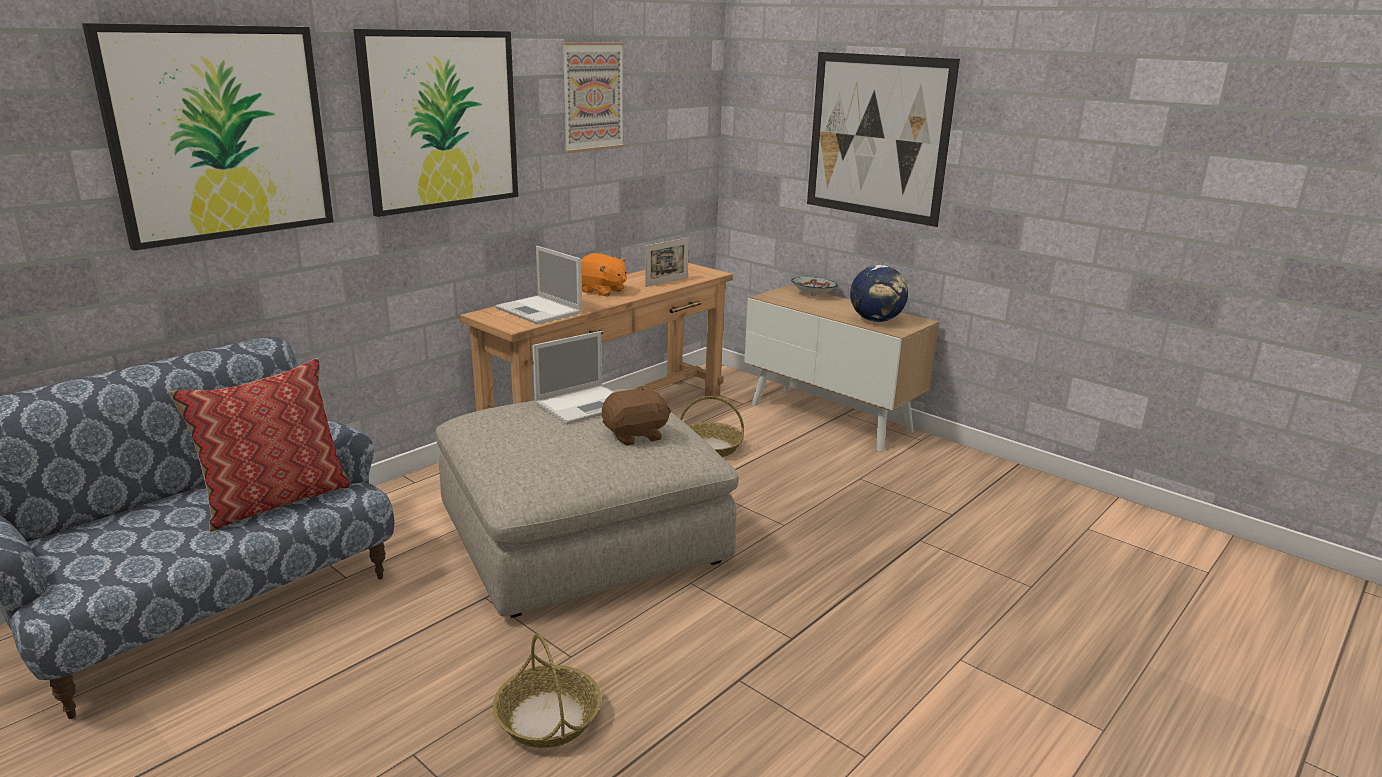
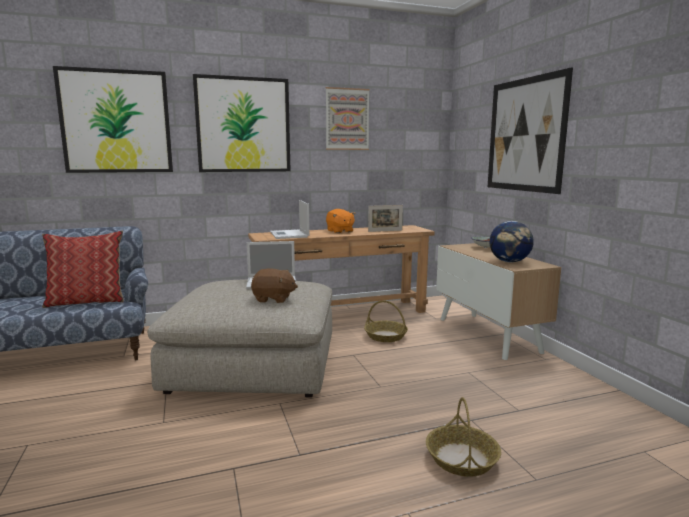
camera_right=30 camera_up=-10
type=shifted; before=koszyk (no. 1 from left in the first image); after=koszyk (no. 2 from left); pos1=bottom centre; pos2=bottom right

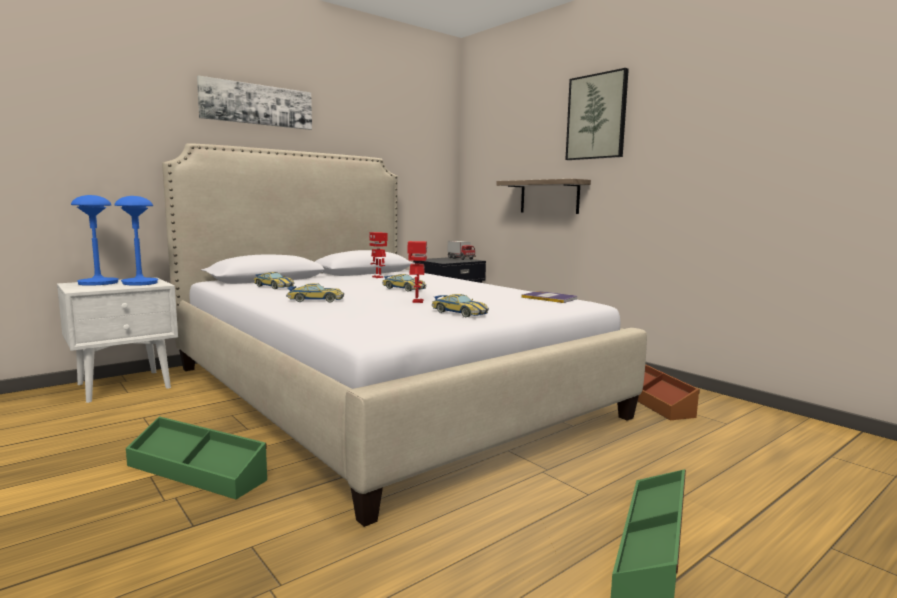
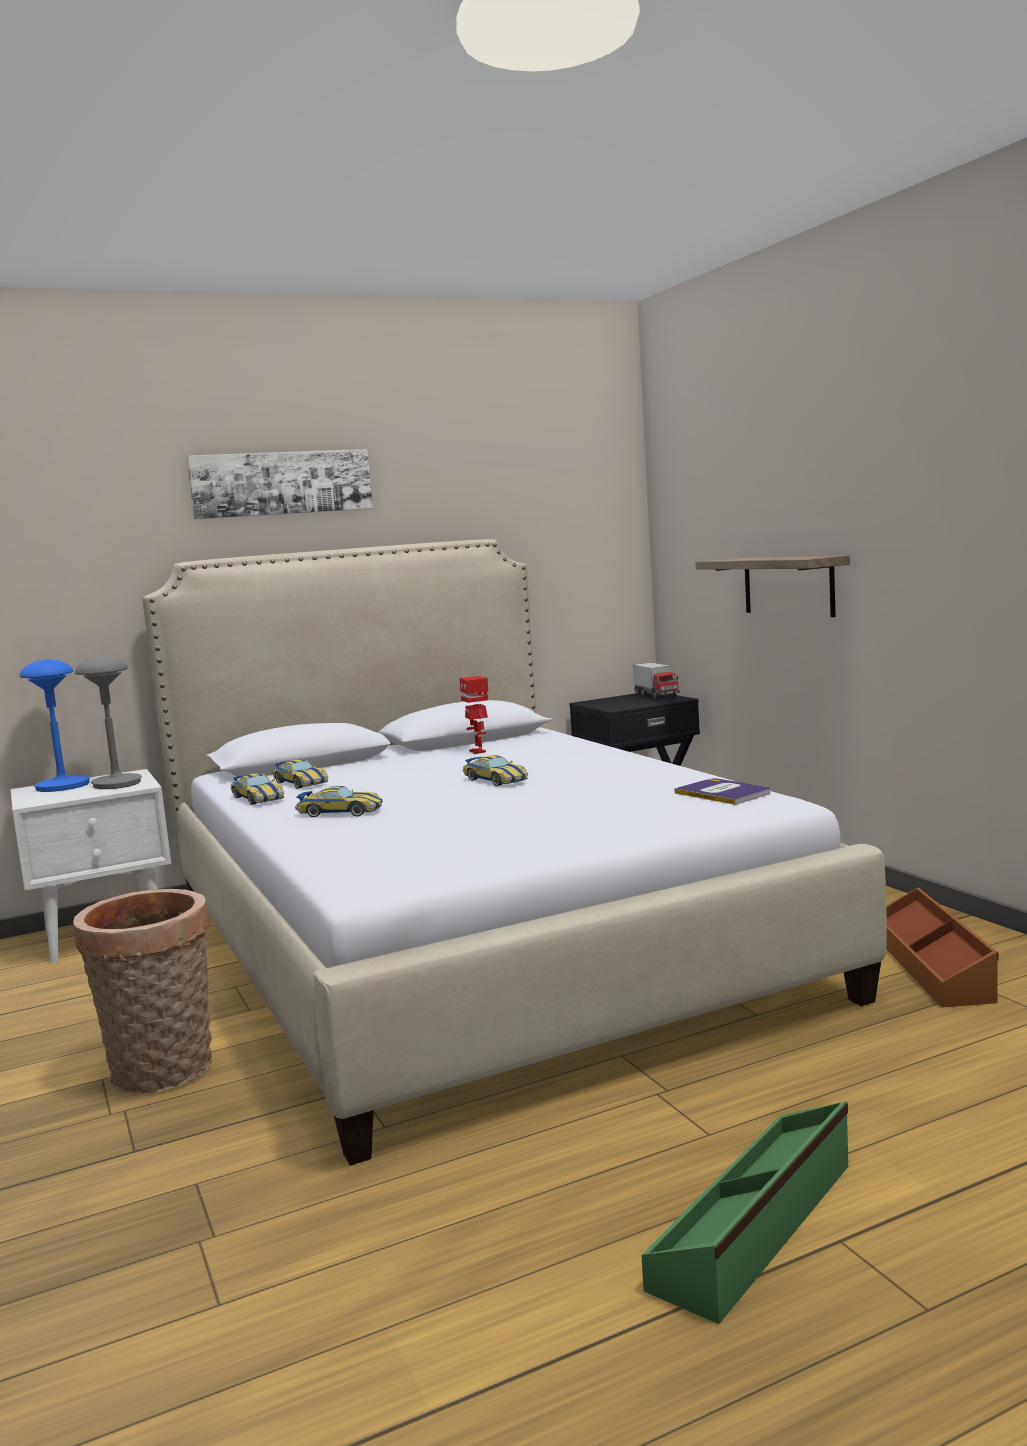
camera_right=15 camera_up=0
type=repainted; before=lampa stołowa [niebieski] (no. 2 from left); after=lampa stołowa [szary]; pos1=middle left; pos2=middle left
type=swapped; before=pojemnik do przechowywania [zielony] (no. 1 from left); after=koszyk; pos1=bottom left; pos2=bottom left
type=gone; before=robot zabawkowy (no. 2 from left); pos1=centre
type=shifted; before=samochodzik (no. 4 from left in the first image); after=samochodzik (no. 1 from left); pos1=centre; pos2=middle left
type=gone; before=obraz (no. 2 from left); pos1=top centre

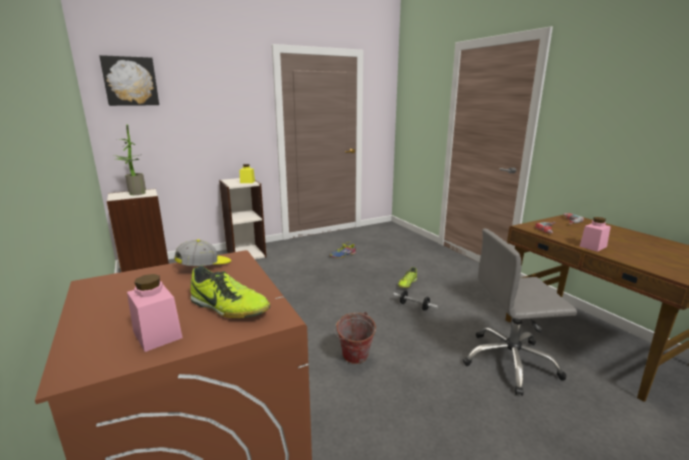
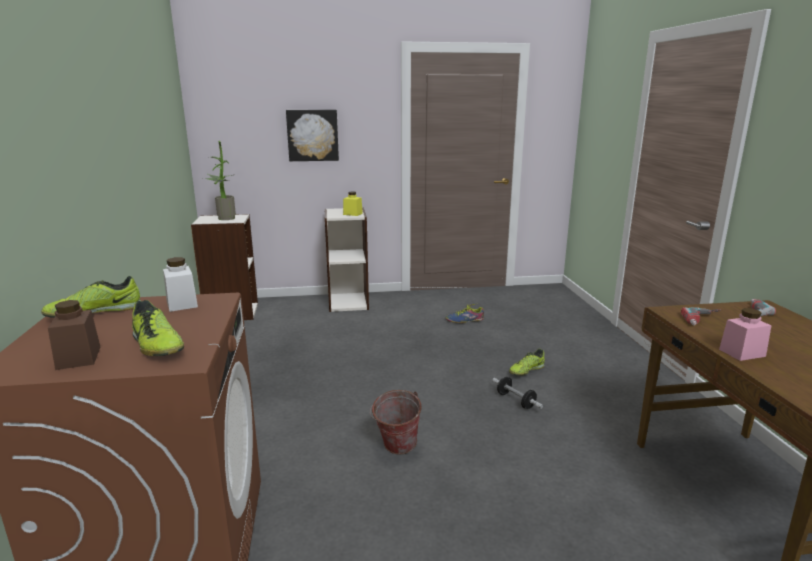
camera_right=20 camera_up=0
type=shifted; before=obraz; pos1=top left; pos2=top centre
type=repainted; before=słoik [różowy] (no. 1 from left); after=słoik [brązowy]; pos1=bottom left; pos2=middle left
type=swapped; before=czapka z daszkiem; after=słoik [biały]; pos1=middle left; pos2=middle left
type=gone; before=krzesło biurowe [szary]; pos1=bottom right
type=new; after=but (no. 1 from left); pos2=middle left

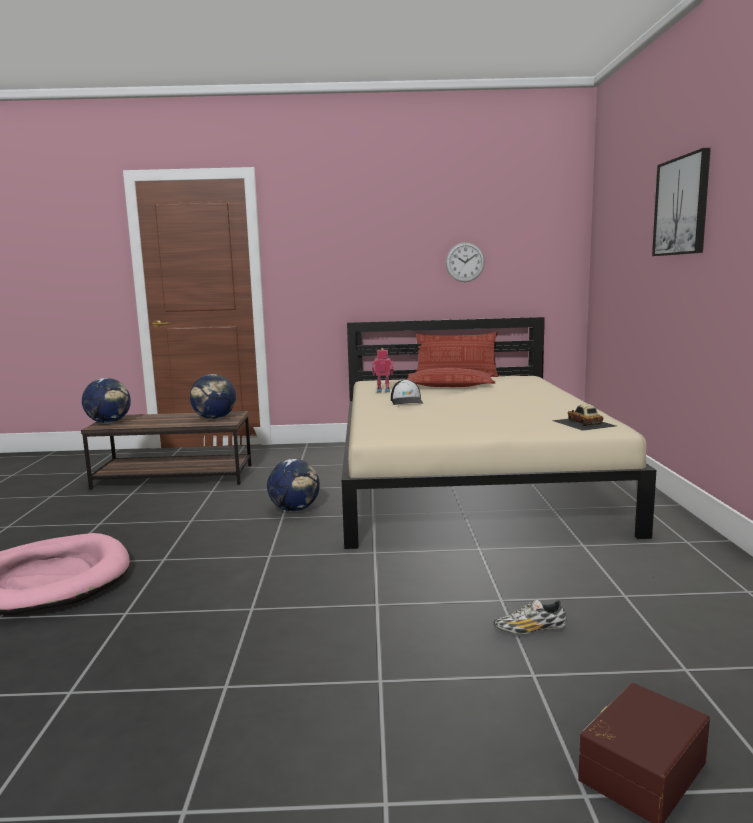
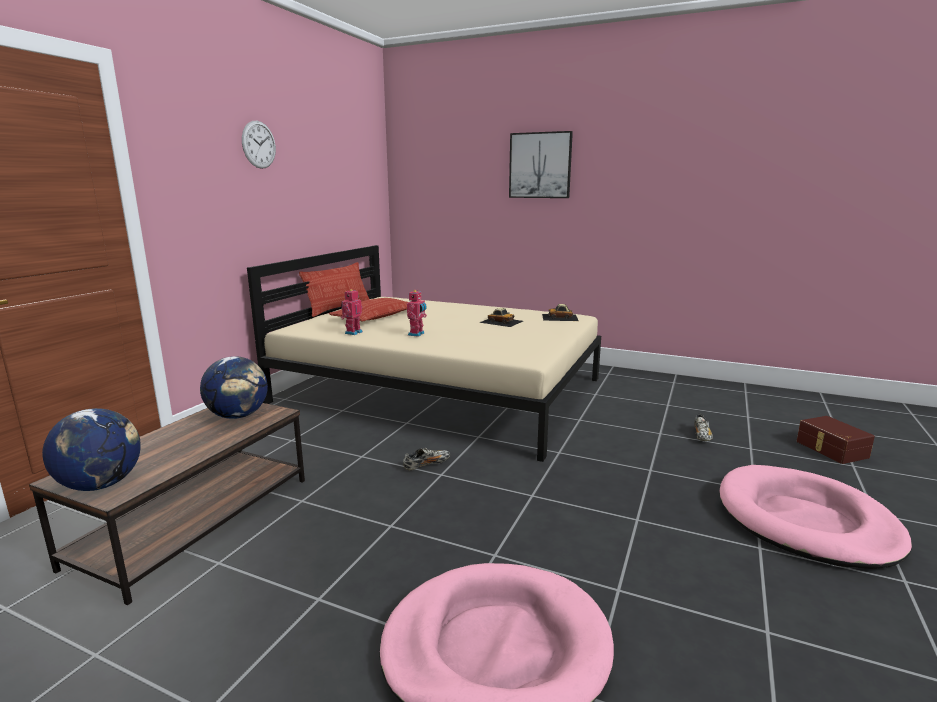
camera_right=-65 camera_up=5
type=swapped; before=globus (no. 3 from left); after=but (no. 1 from left); pos1=centre; pos2=centre
type=swapped; before=czapka z daszkiem; after=robot zabawkowy (no. 2 from left); pos1=centre; pos2=centre
type=shifted; before=zegar ścienny; pos1=top centre; pos2=top left
type=new; after=samochodzik (no. 1 from left); pos2=centre
type=new; after=legowisko [różowy] (no. 2 from left); pos2=bottom right

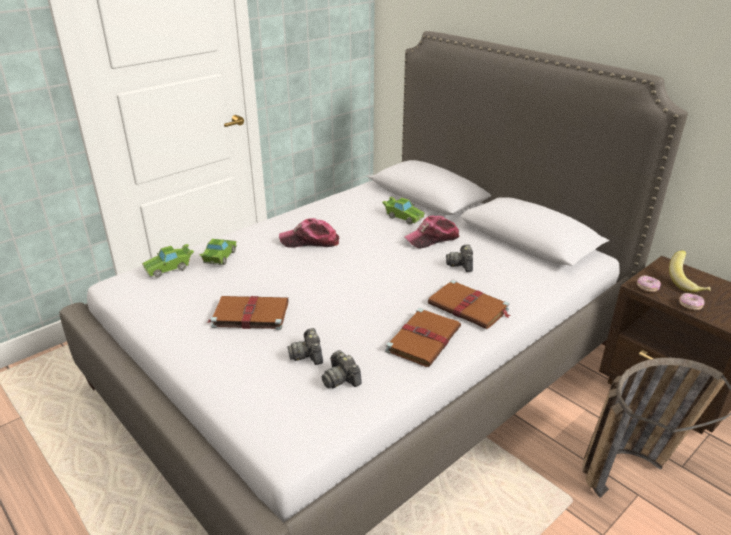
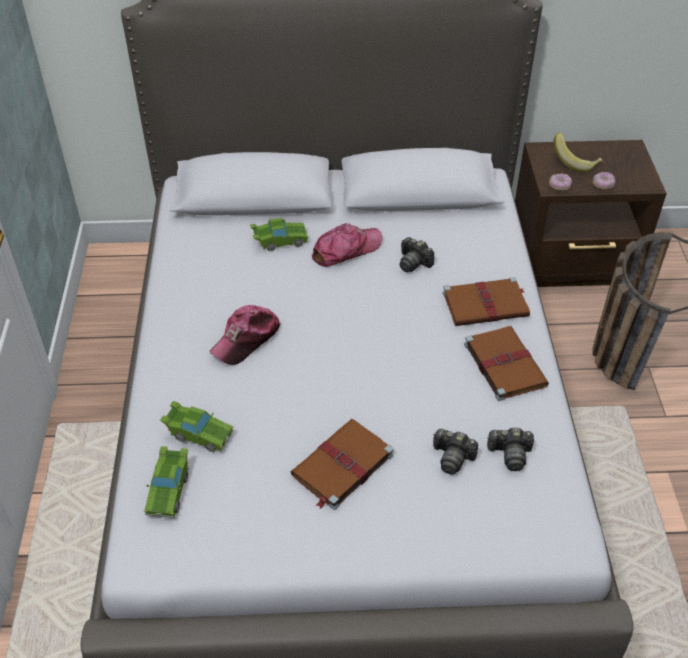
camera_right=-50 camera_up=15
type=rotated; before=samochodzik [zielony] (no. 2 from left); pos1=middle left; pos2=middle left; turn=150
type=rotated; before=czapka z daszkiem (no. 2 from left); pos1=centre; pos2=centre; turn=-135

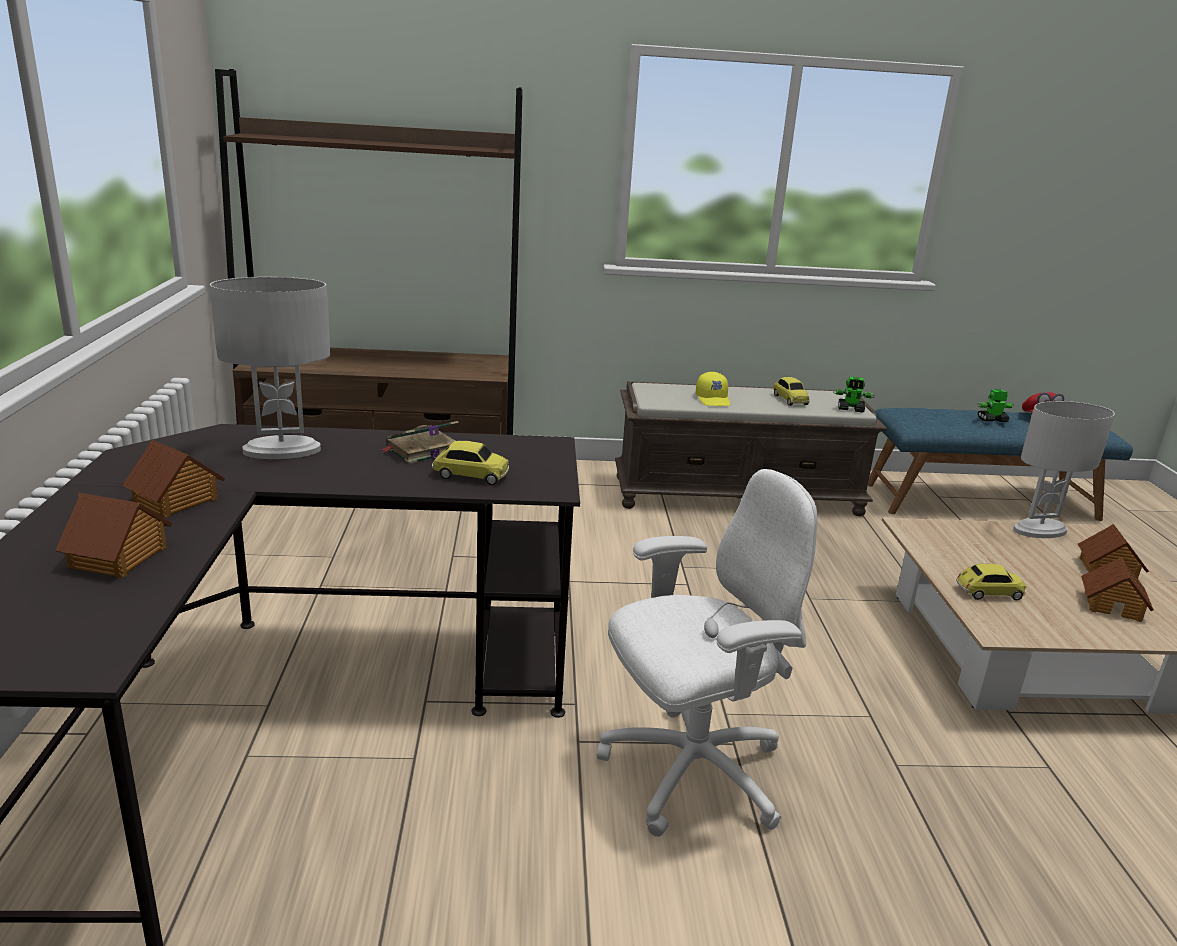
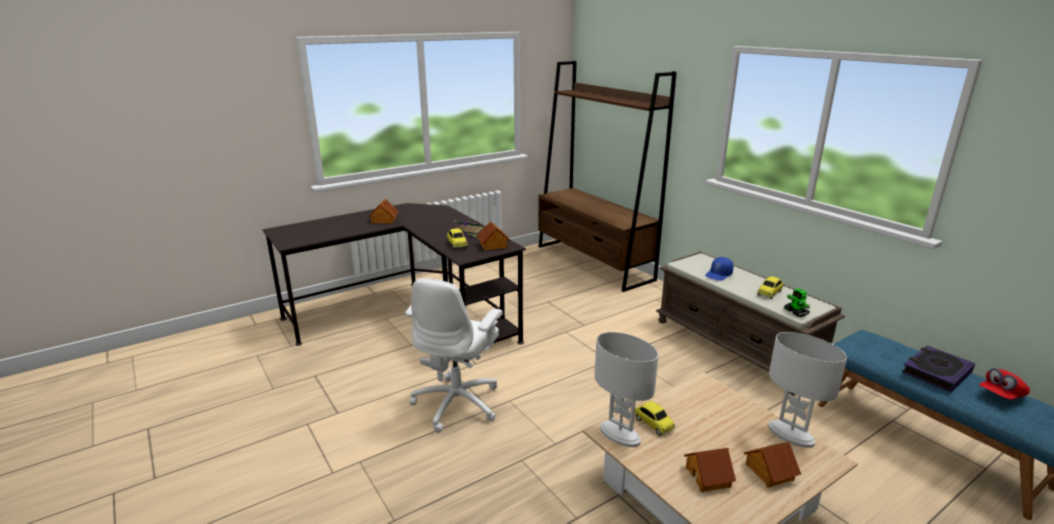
camera_right=60 camera_up=0
type=shifted; before=domek (no. 1 from left in the first image); after=domek (no. 2 from left); pos1=middle left; pos2=centre
type=shifted; before=lampa stołowa [biały] (no. 1 from left); pos1=middle left; pos2=bottom centre
type=rotated; before=krzesło biurowe [biały]; pos1=bottom centre; pos2=bottom centre; turn=75
type=repainted; before=czapka z daszkiem [żółty]; after=czapka z daszkiem [niebieski]; pos1=centre; pos2=middle right
type=swapped; before=robot zabawkowy (no. 2 from left); after=książka (no. 2 from left); pos1=middle right; pos2=bottom right

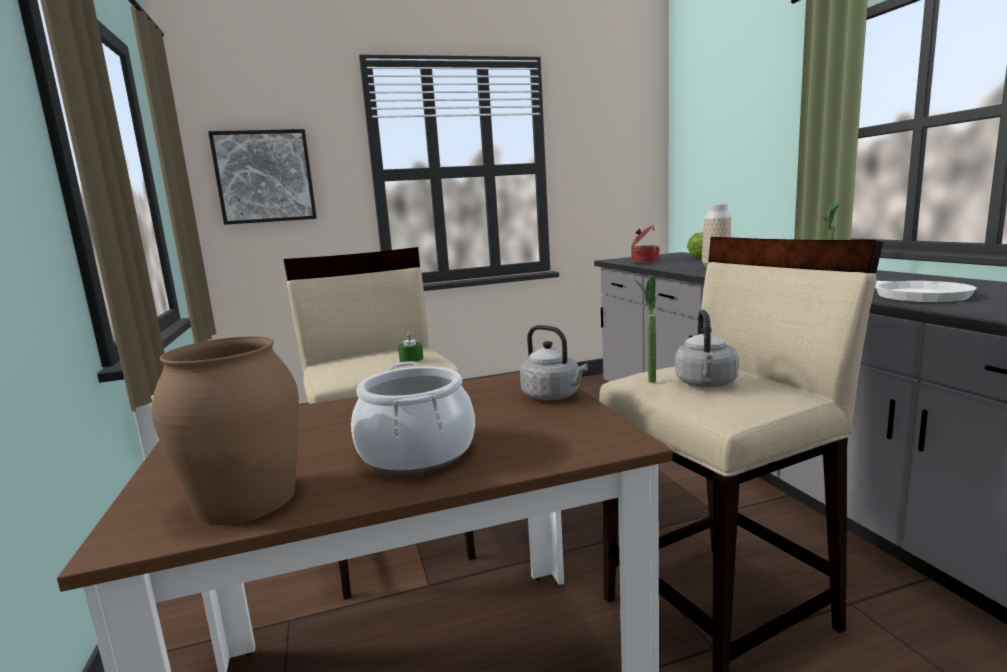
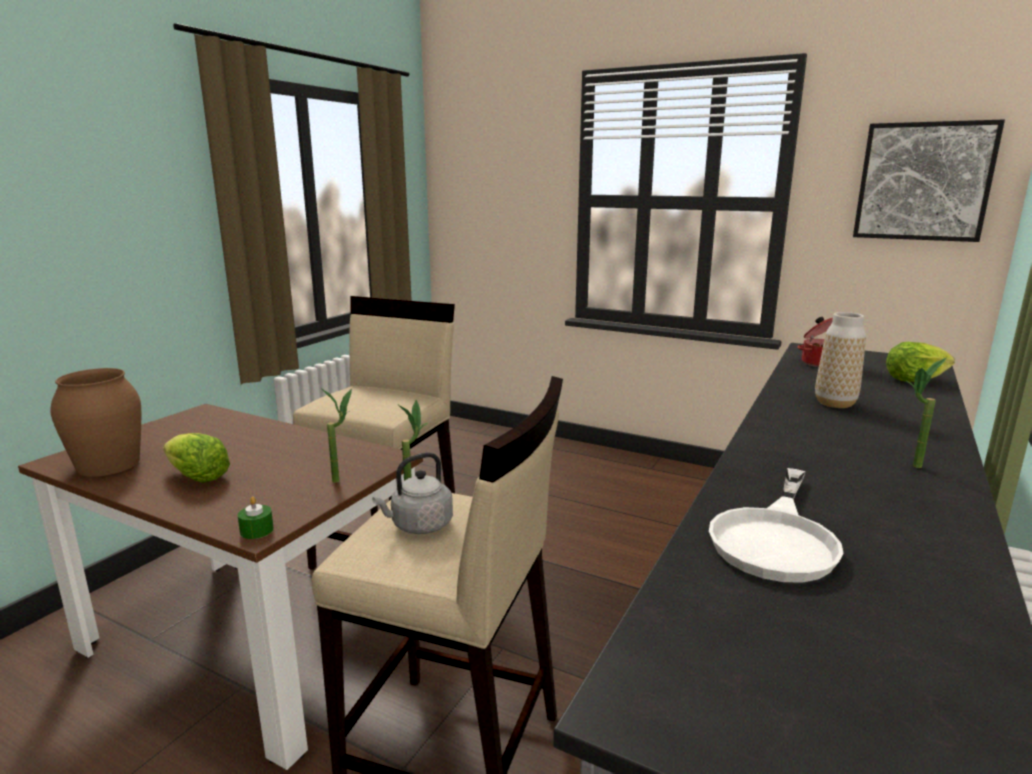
camera_right=45 camera_up=5
type=shifted; before=obraz; pos1=top left; pos2=top right
type=swapped; before=garnek (no. 1 from left); after=sałata (no. 1 from left); pos1=centre; pos2=middle left
type=shifted; before=świeca [zielony]; pos1=centre; pos2=bottom left
type=swapped; before=czajnik [szary] (no. 1 from left); after=roślina doniczkowa (no. 1 from left); pos1=centre; pos2=middle left

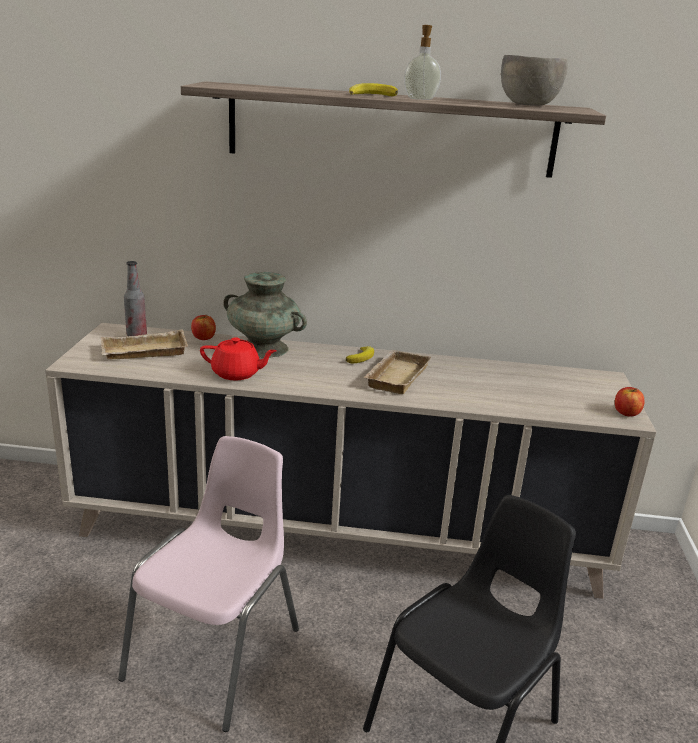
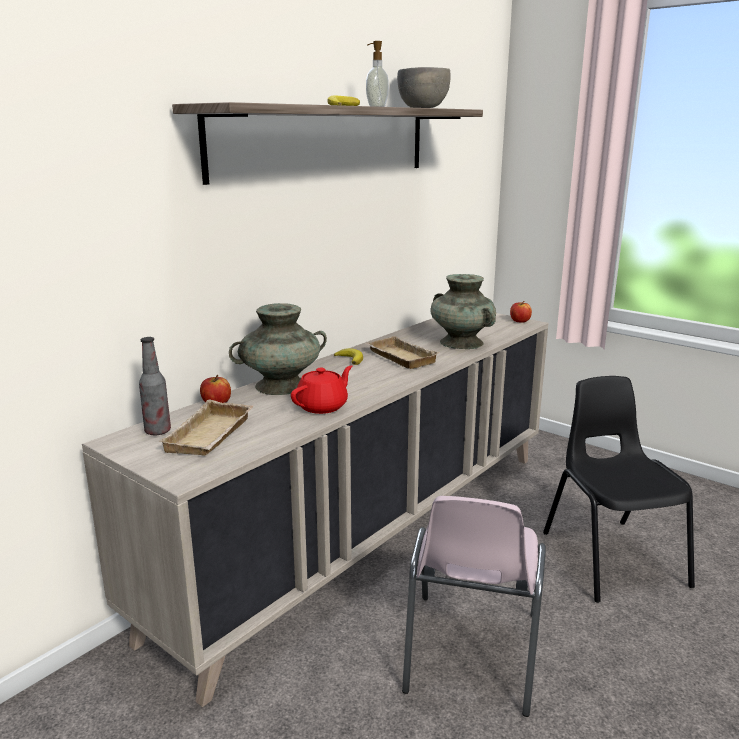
camera_right=-55 camera_up=-5
type=rotated; before=krzesło [różowy]; pos1=bottom left; pos2=bottom centre; turn=-135
type=new; after=wazon [turkusowy] (no. 2 from left); pos2=centre

